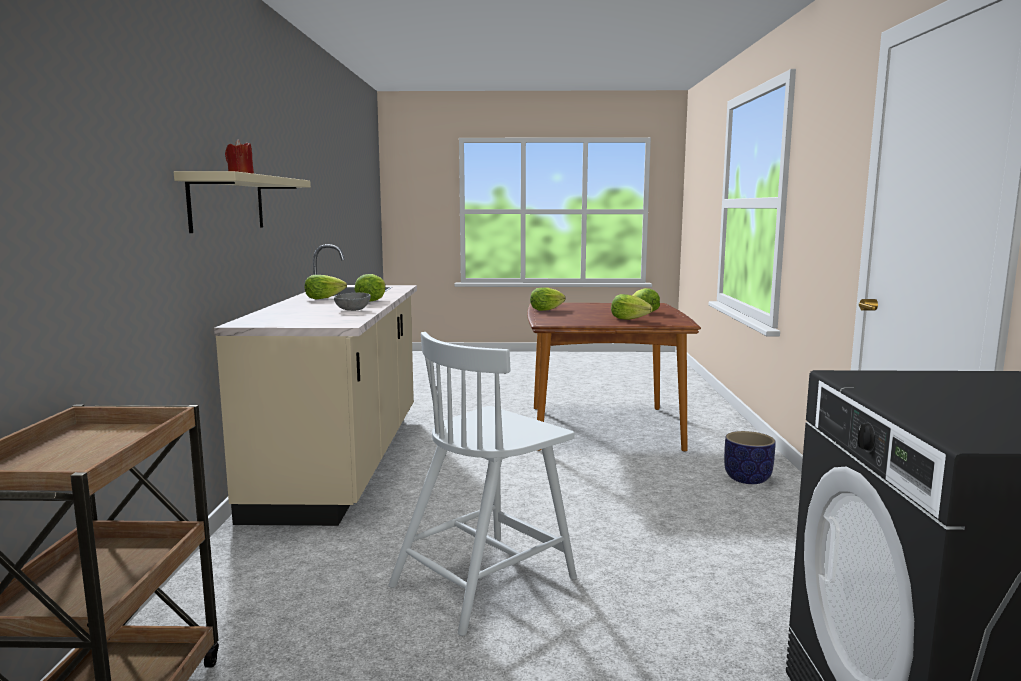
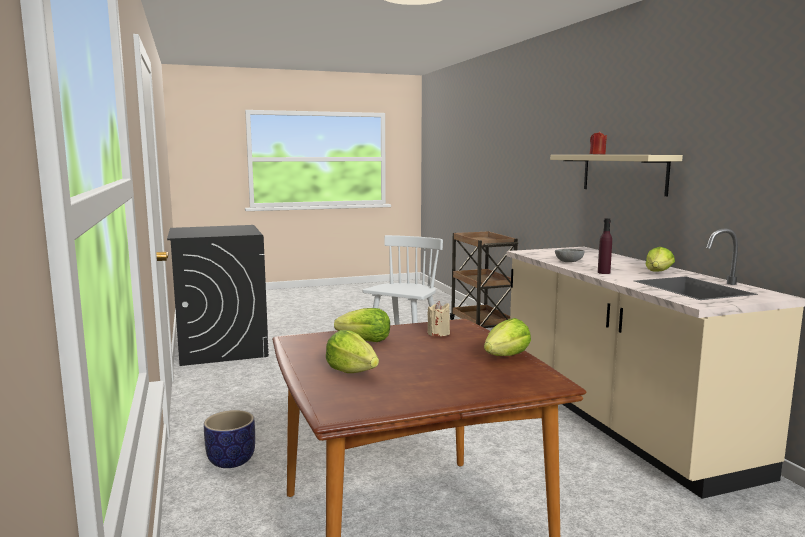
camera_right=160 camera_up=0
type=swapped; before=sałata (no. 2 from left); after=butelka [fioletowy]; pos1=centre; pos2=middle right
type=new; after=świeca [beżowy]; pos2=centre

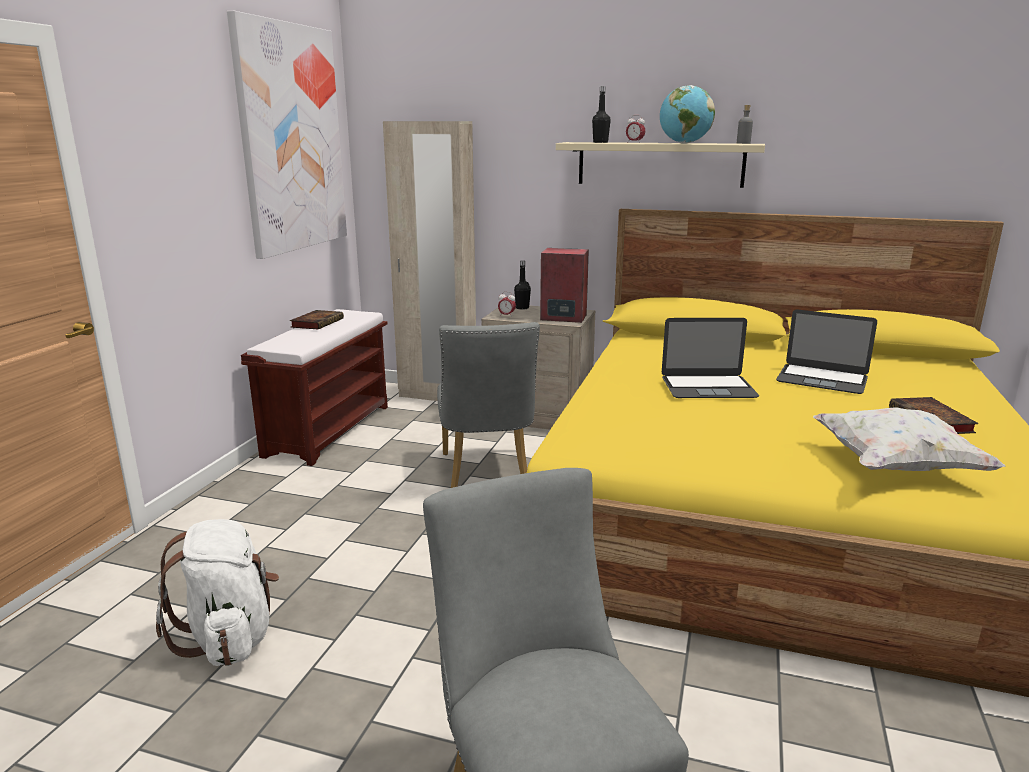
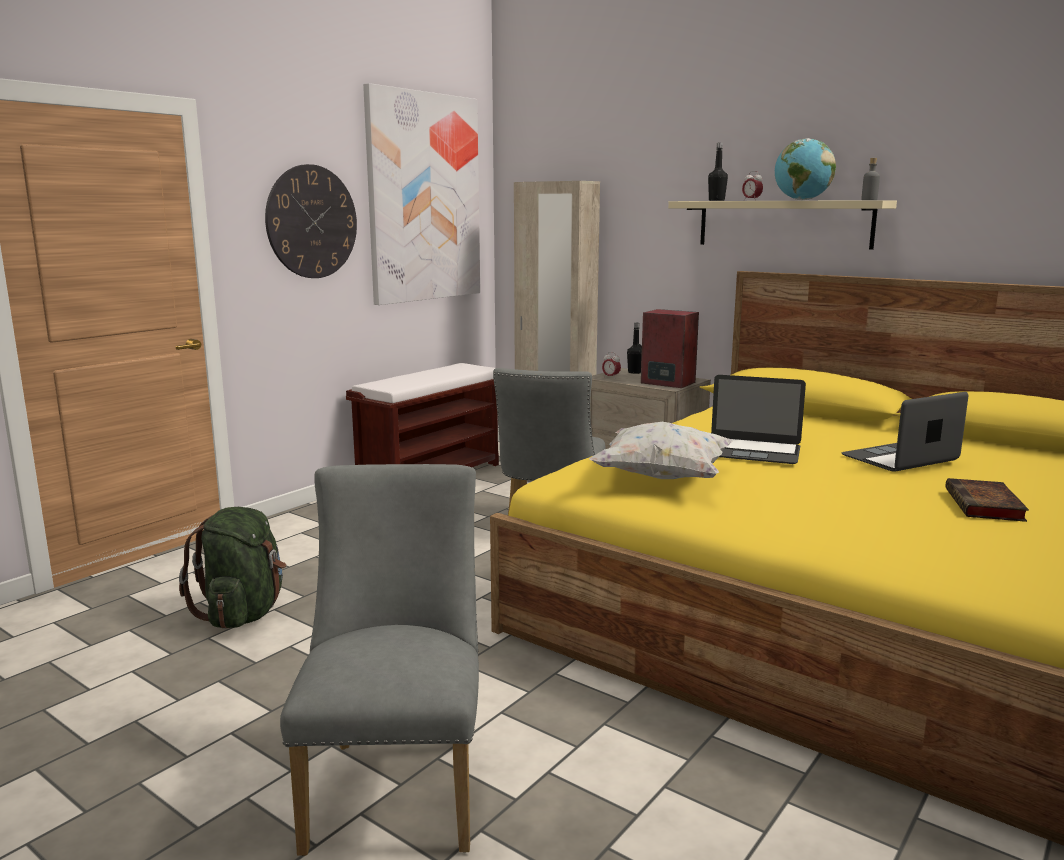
camera_right=20 camera_up=-5
type=repainted; before=plecak [biały]; after=plecak [zielony]; pos1=bottom left; pos2=middle left
type=gone; before=książka (no. 1 from left); pos1=middle left
type=rotated; before=laptop (no. 2 from left); pos1=middle right; pos2=middle right; turn=105
type=shifted; before=poduszka [biały]; pos1=middle right; pos2=centre
type=new; after=zegar ścienny; pos2=top left

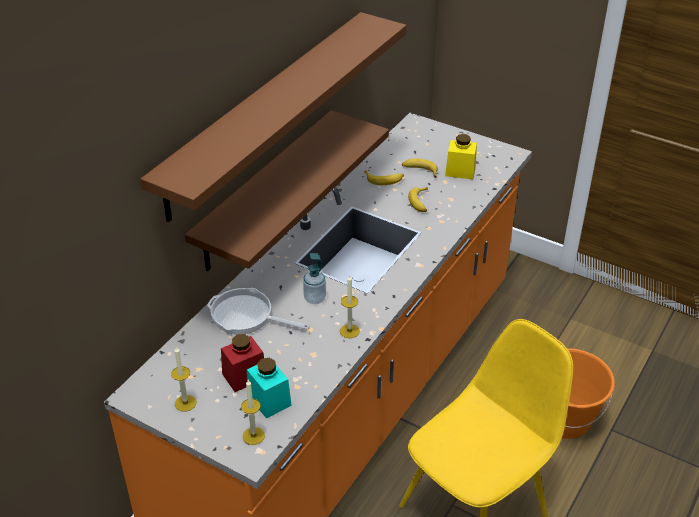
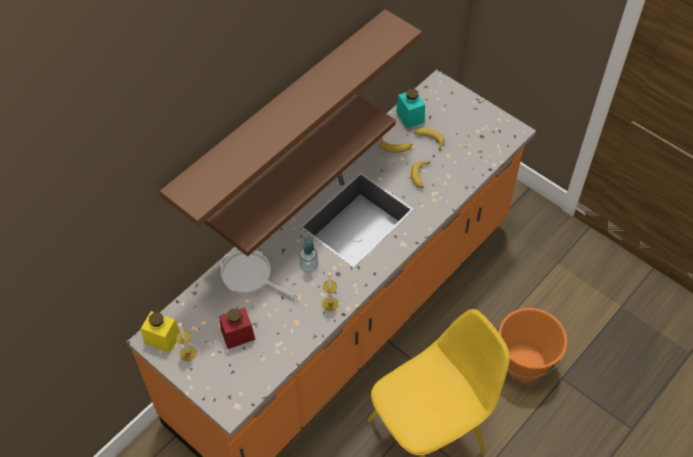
camera_right=10 camera_up=15
type=gone; before=świeca (no. 2 from left); pos1=bottom centre
type=shifted; before=słoik [turkusowy]; pos1=bottom centre; pos2=top centre
type=shifted; before=słoik [żółty]; pos1=top centre; pos2=bottom left

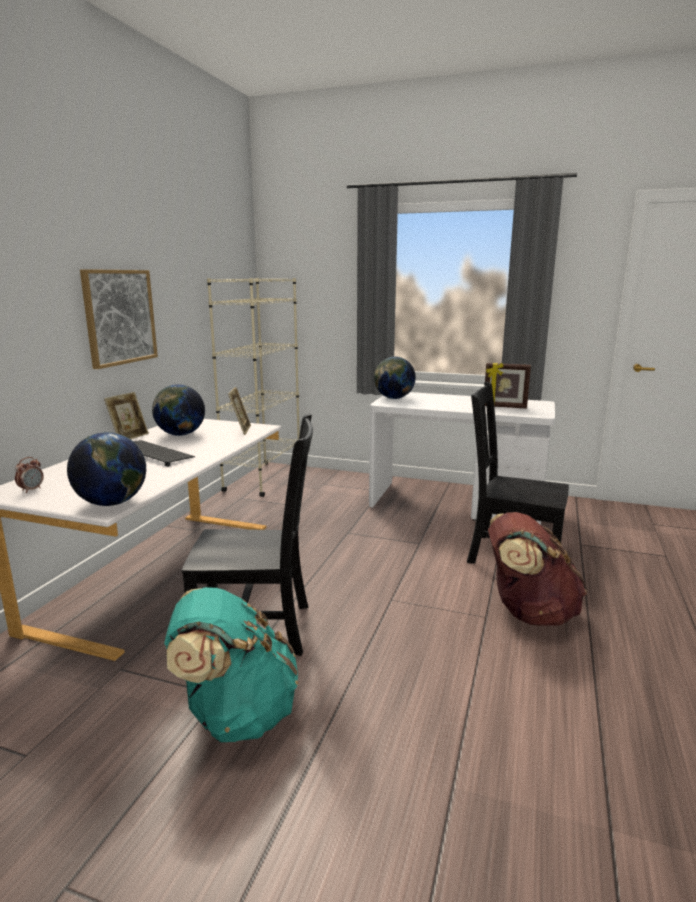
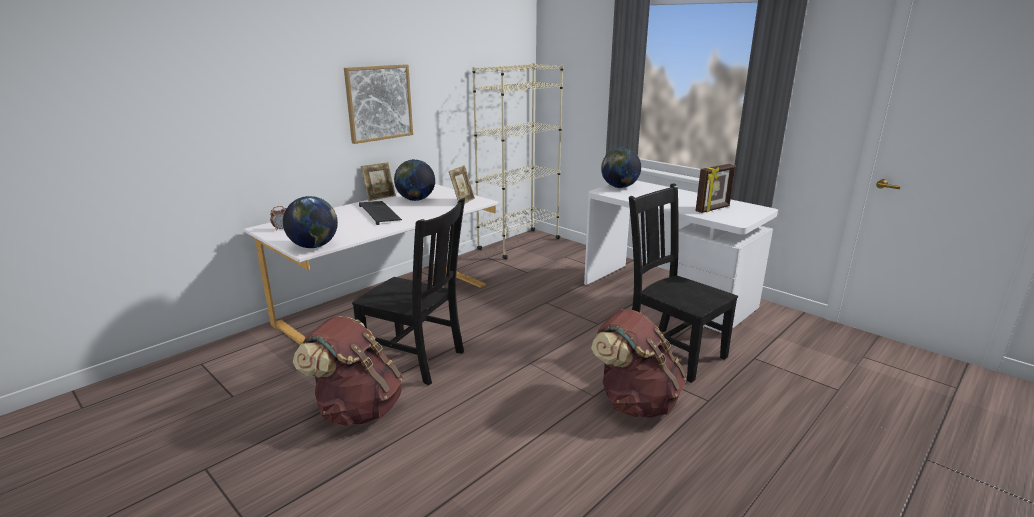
camera_right=25 camera_up=5
type=repainted; before=plecak [turkusowy]; after=plecak [brązowy] (no. 1 from left); pos1=bottom left; pos2=bottom centre
type=rotated; before=ramka na zdjęcie (no. 3 from left); pos1=middle right; pos2=middle right; turn=-75

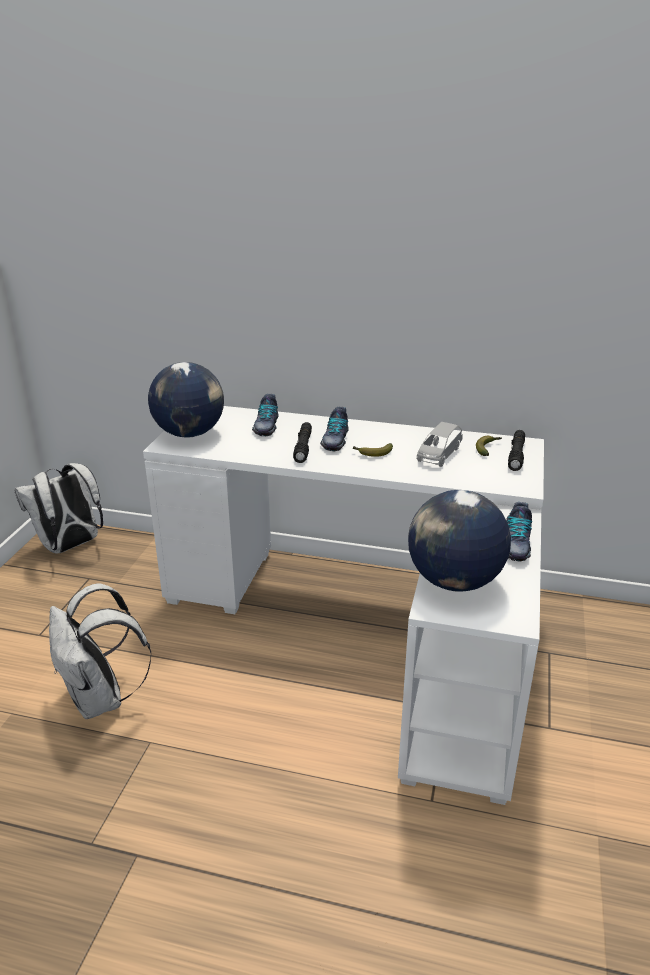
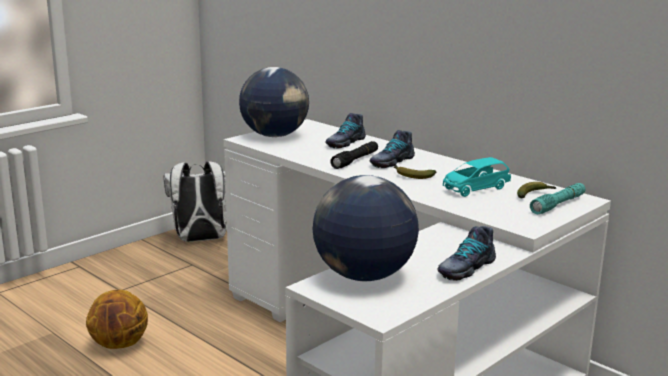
camera_right=30 camera_up=-10
type=swapped; before=plecak [biały] (no. 2 from left); after=piłka do koszykówki; pos1=bottom left; pos2=bottom left
type=repainted; before=samochodzik [szary]; after=samochodzik [turkusowy]; pos1=middle right; pos2=middle right
type=repainted; before=latarka [czarny] (no. 2 from left); after=latarka [turkusowy]; pos1=middle right; pos2=middle right

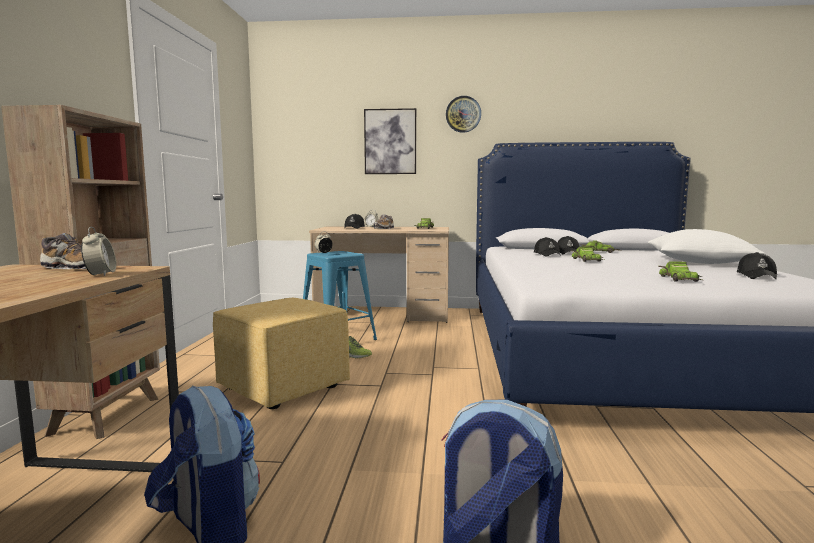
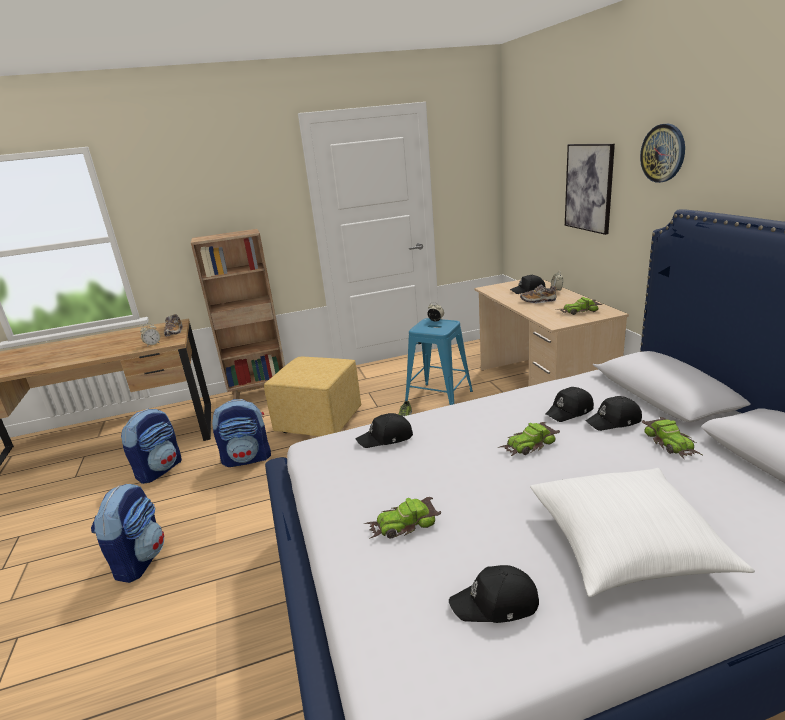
camera_right=70 camera_up=15
type=new; after=plecak (no. 3 from left); pos2=middle left
type=new; after=czapka z daszkiem [czarny] (no. 1 from left); pos2=centre

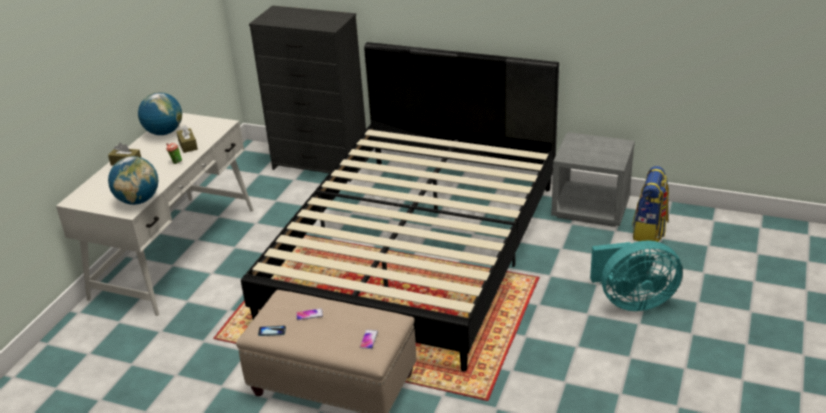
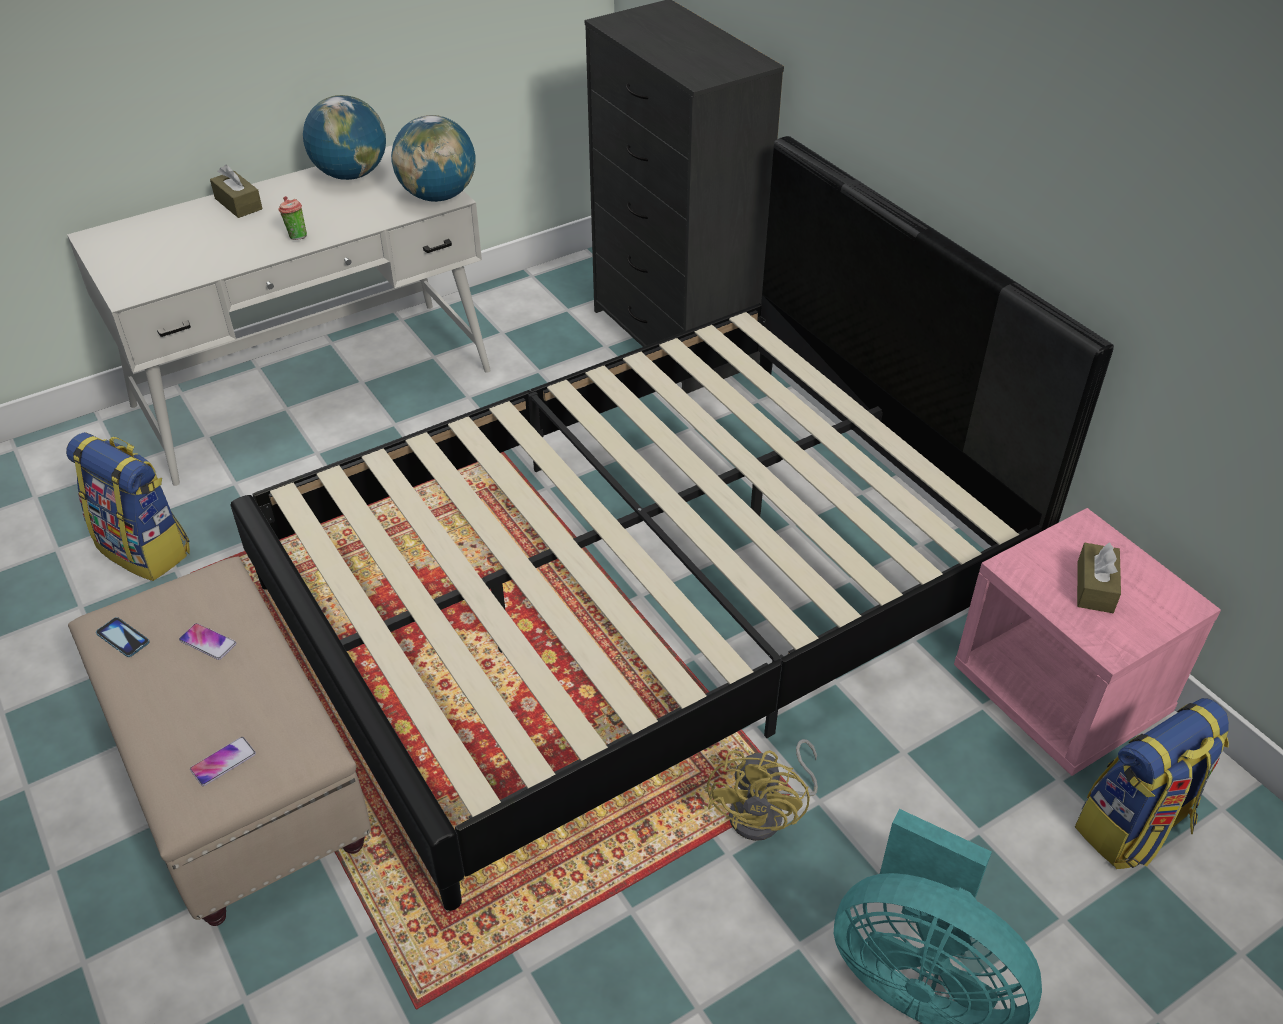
camera_right=35 camera_up=10
type=shifted; before=globus (no. 1 from left in the first image); after=globus (no. 2 from left); pos1=middle left; pos2=top centre
type=shifted; before=pudełko chusteczek [brązowy] (no. 2 from left); pos1=middle left; pos2=middle right
type=repainted; before=szafka nocna [szary]; after=szafka nocna [różowy]; pos1=middle right; pos2=middle right
type=new; after=plecak (no. 1 from left); pos2=middle left
type=new; after=wentylator [żółty]; pos2=bottom centre

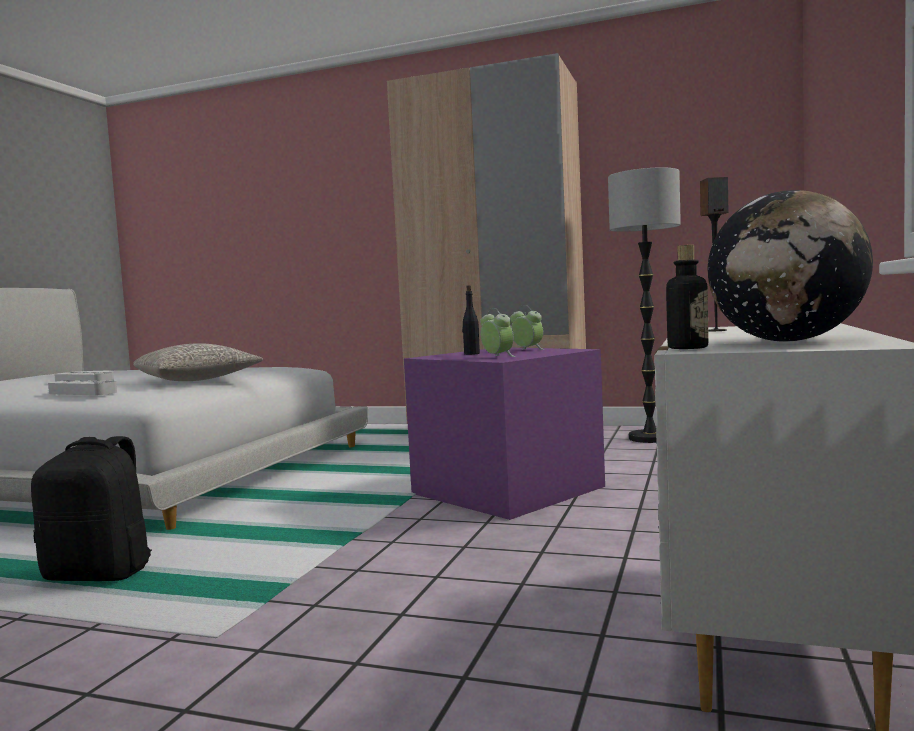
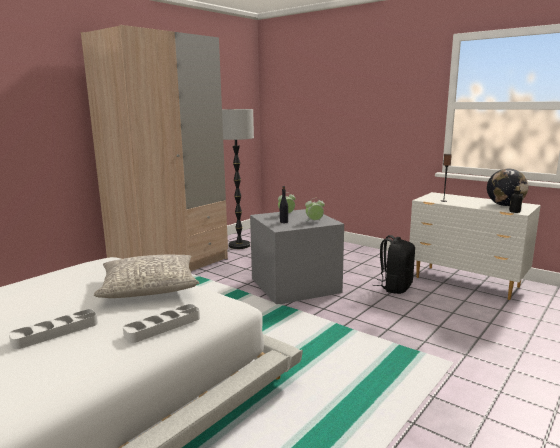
camera_right=-70 camera_up=10
type=shifted; before=plecak [czarny]; pos1=bottom left; pos2=middle right
type=repainted; before=pojemnik do przechowywania [fioletowy]; after=pojemnik do przechowywania [szary]; pos1=centre; pos2=centre

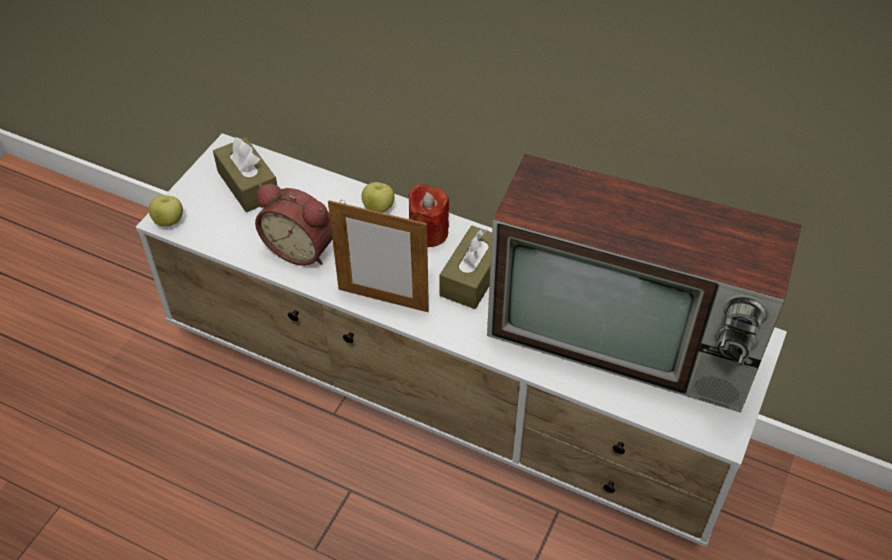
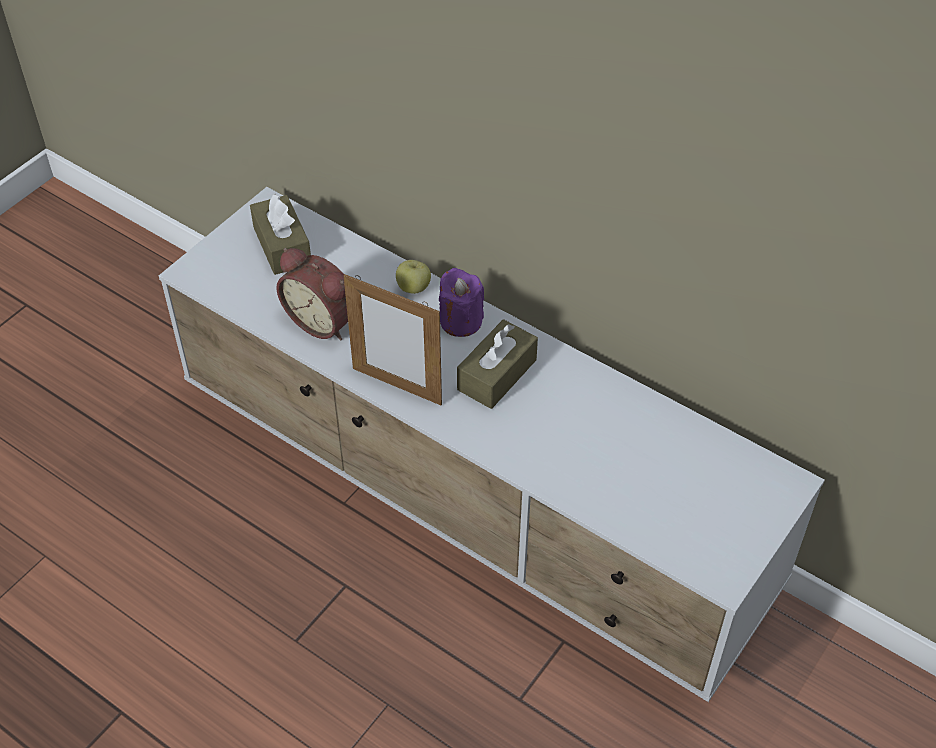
camera_right=10 camera_up=0
type=gone; before=jabłko (no. 1 from left); pos1=middle left
type=repainted; before=świeca [czerwony]; after=świeca [fioletowy]; pos1=centre; pos2=centre
type=gone; before=telewizor; pos1=middle right

